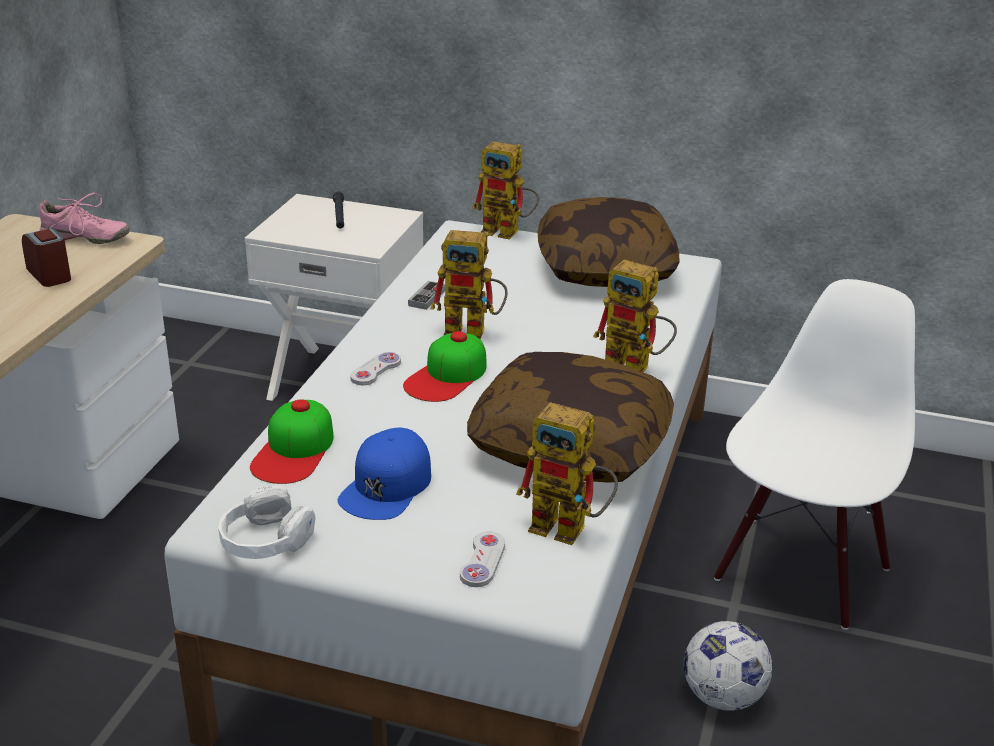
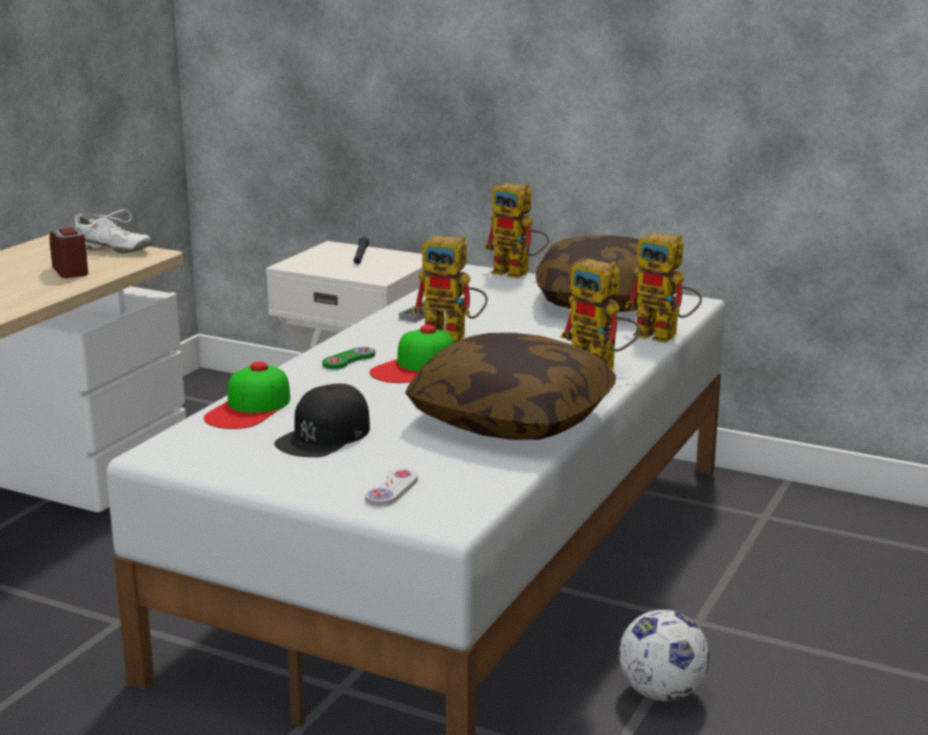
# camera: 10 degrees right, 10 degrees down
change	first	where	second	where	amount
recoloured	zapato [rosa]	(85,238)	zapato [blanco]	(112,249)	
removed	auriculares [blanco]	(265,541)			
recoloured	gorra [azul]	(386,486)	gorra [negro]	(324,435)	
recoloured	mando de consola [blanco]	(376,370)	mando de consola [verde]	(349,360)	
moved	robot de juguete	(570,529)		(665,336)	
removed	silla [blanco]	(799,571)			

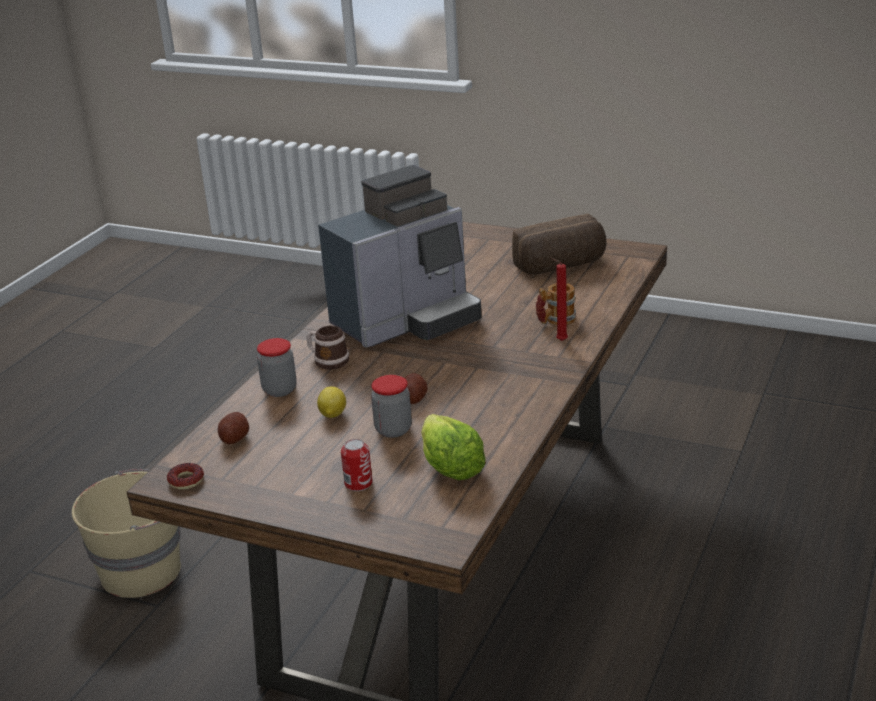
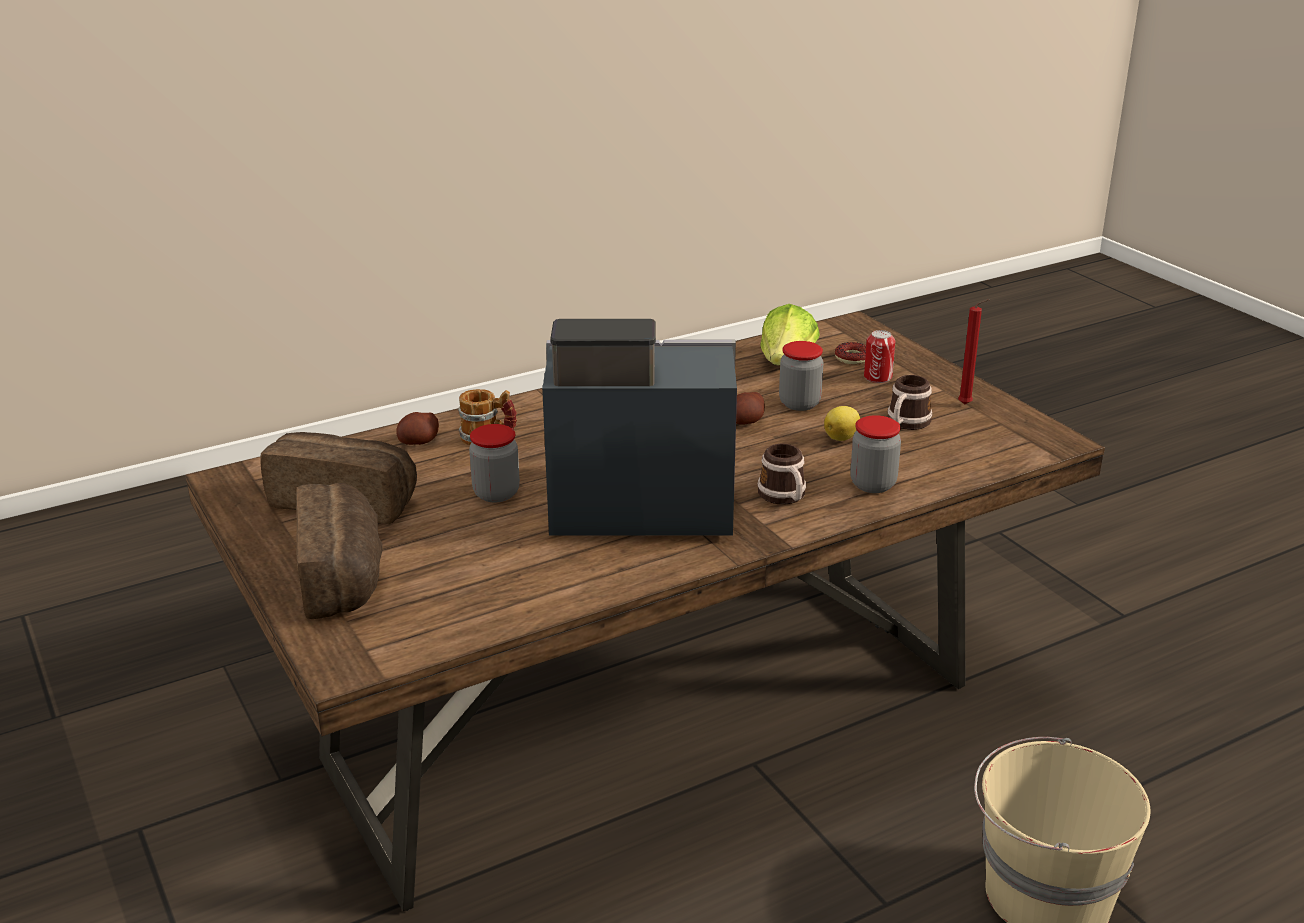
# camera: 145 degrees left, 0 degrees up
change	first	where	second	where	amount
moved	rosquilla	(186,480)		(852,358)	
moved	patata	(234,438)		(419,442)	
moved	vela [rojo]	(560,341)		(967,405)	
added			pan	(344,577)	
added			tarro	(496,493)	
added			taza grande	(906,423)	

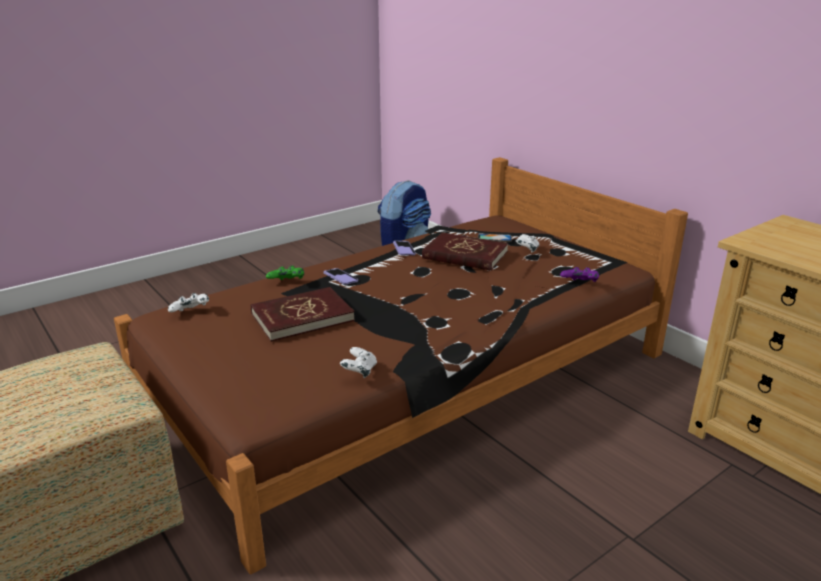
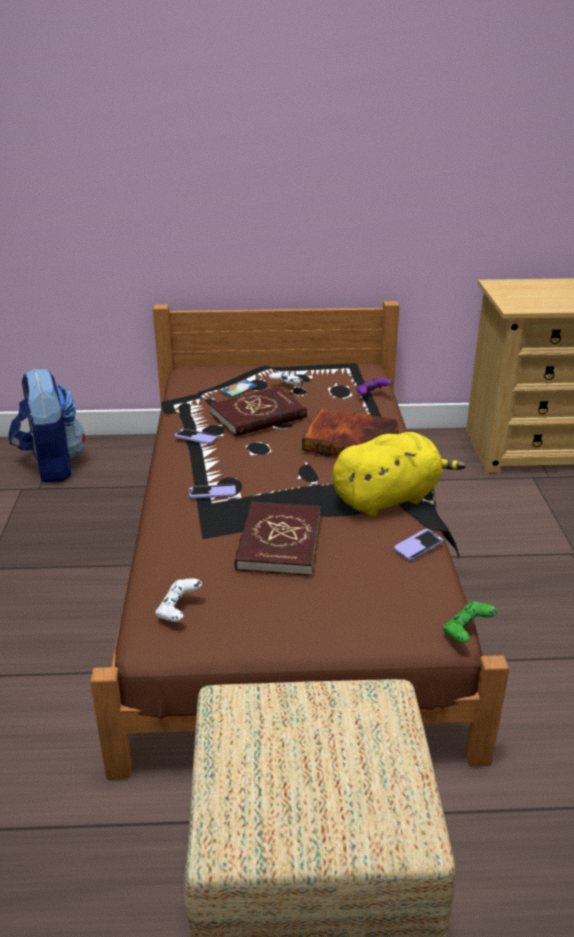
# camera: 55 degrees left, 5 degrees up
change	first	where	second	where	amount
moved	mando de consola [verde]	(287,283)		(467,633)	
replaced	mando de consola [blanco]	(359,372)	móvil	(418,546)	
added			libro	(352,440)	
added			peluche [amarillo]	(389,498)	

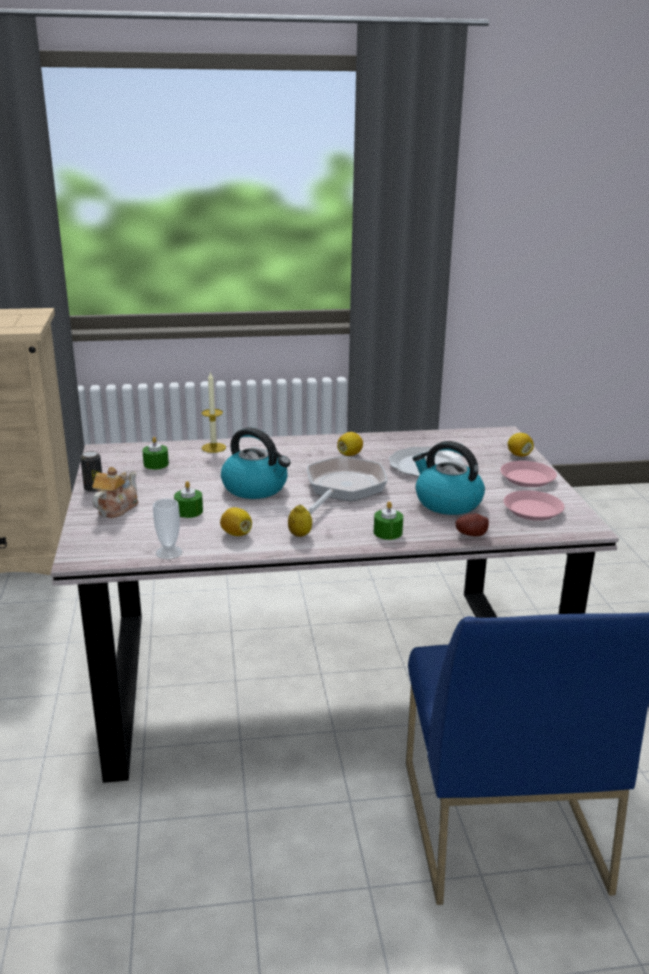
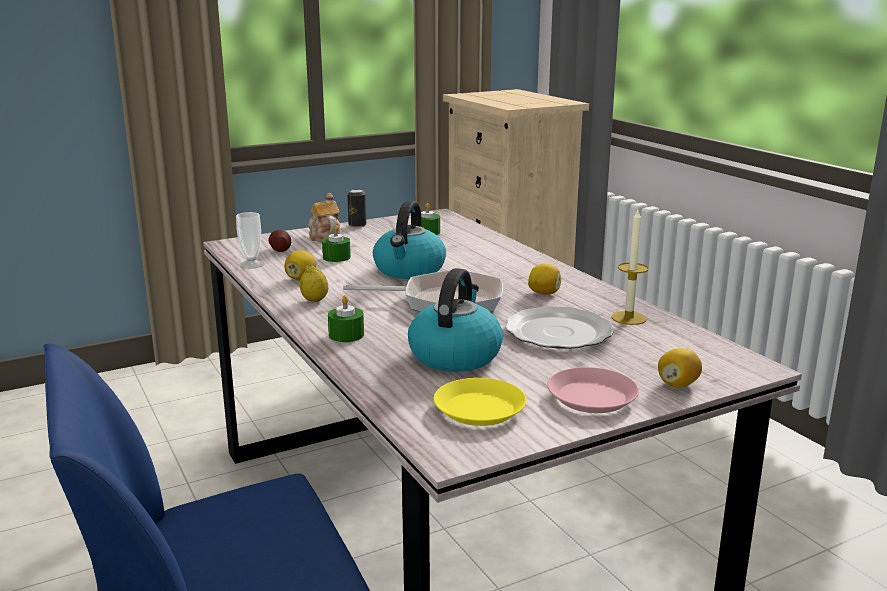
# camera: 70 degrees right, 5 degrees down
change	first	where	second	where	amount
turned	tetera	(116,508)		(324,237)	120 degrees counterclockwise
moved	vela	(213,448)		(629,318)	
moved	patata	(471,534)		(280,249)	
recoloured	plato [rosa]	(532,510)	plato [amarillo]	(480,409)	

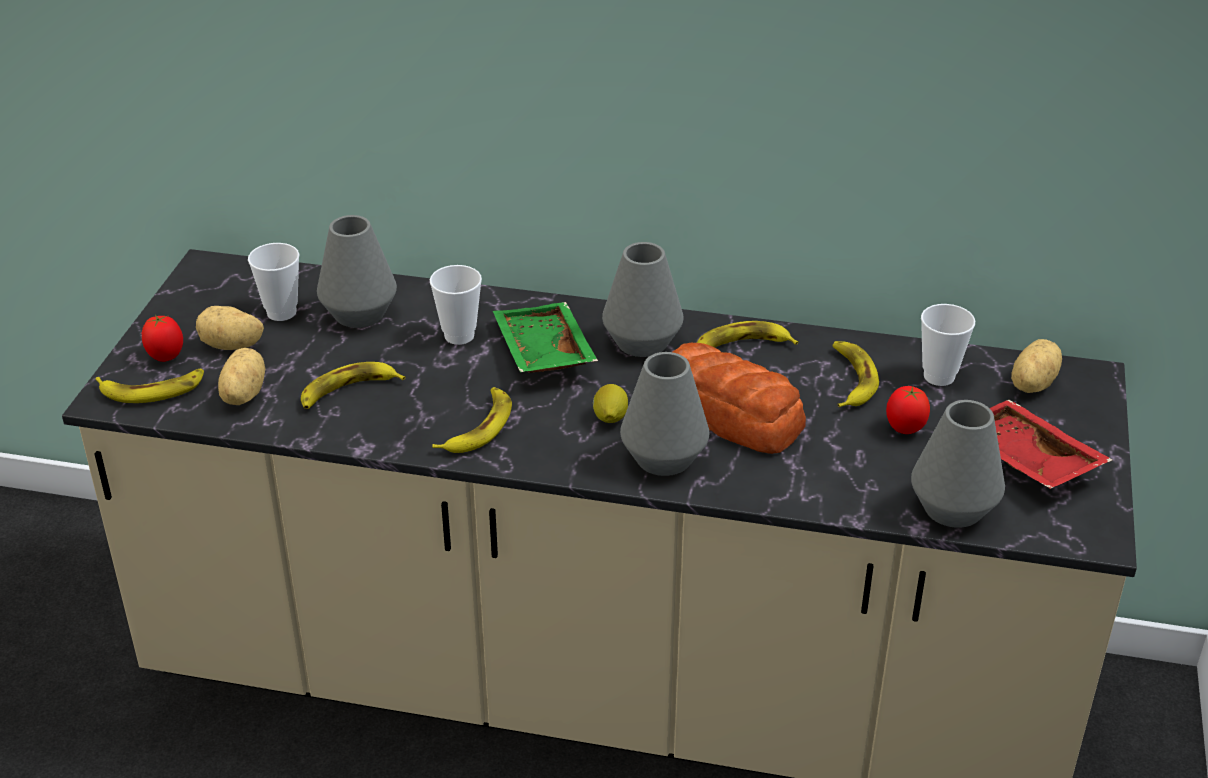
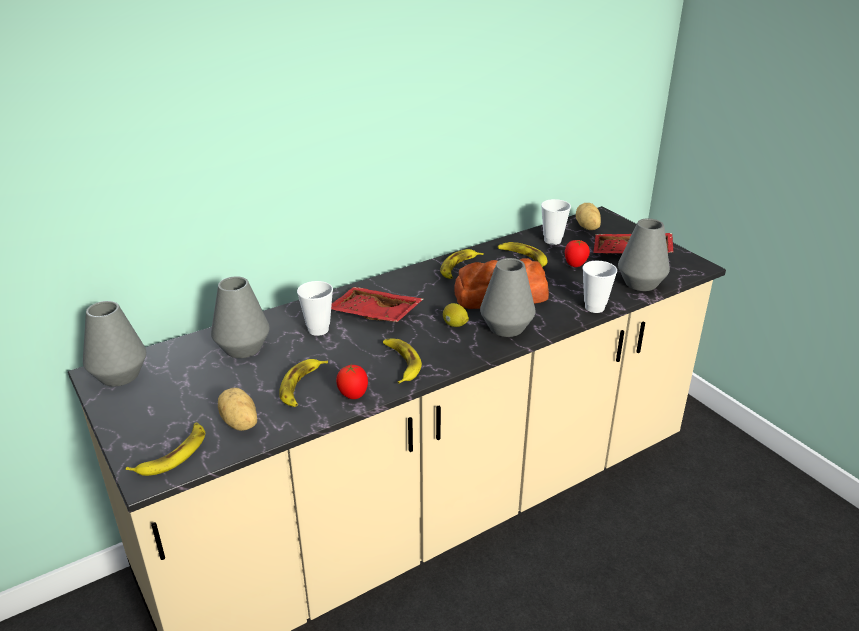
# camera: 45 degrees left, 5 degrees down
change	first	where	second	where	amount
moved	tomate	(166,357)		(353,395)	
removed	patata	(232,346)			
moved	taza	(281,312)		(594,307)	
recoloured	bandeja [verde]	(541,352)	bandeja [rojo]	(373,315)	
moved	florero [gris]	(642,342)		(119,375)	

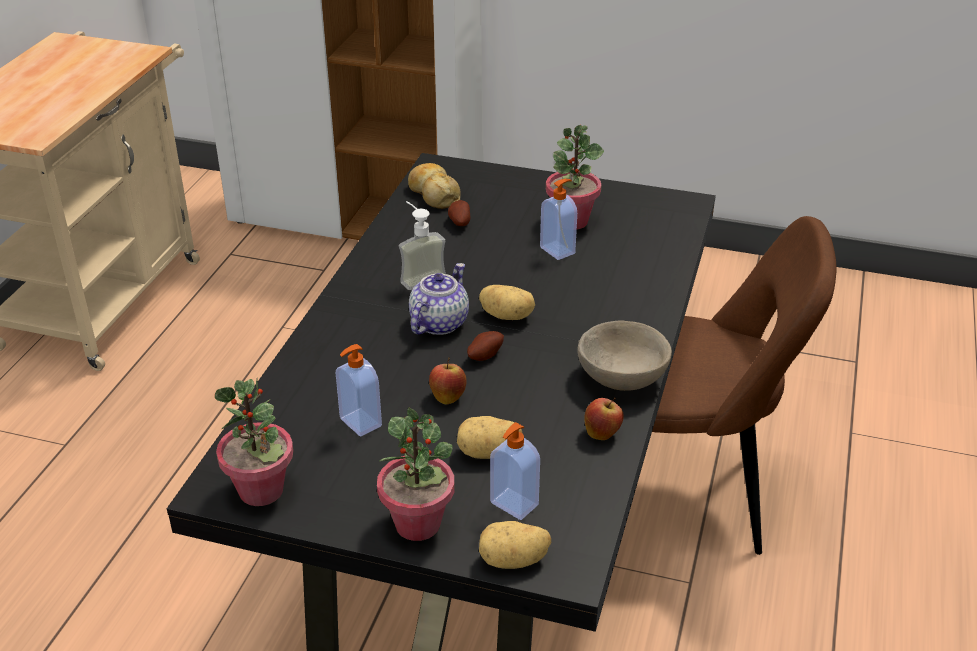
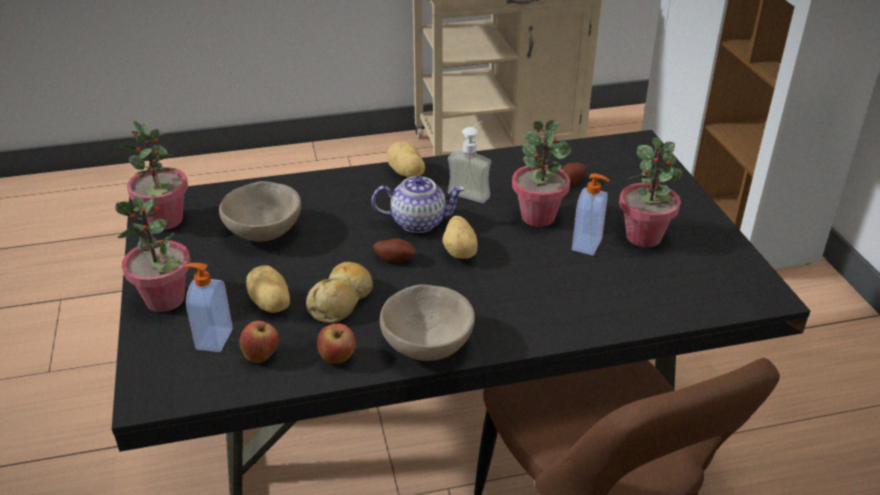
# camera: 60 degrees right, 0 degrees up
change	first	where	second	where	amount
replaced	dispensador de jabón	(359,423)	cuenco [beis]	(264,232)	
moved	pan	(434,194)		(342,300)	
moved	manzana	(448,397)		(262,356)	
moved	patata	(513,561)		(406,173)	
added			planta en maceta	(538,216)	

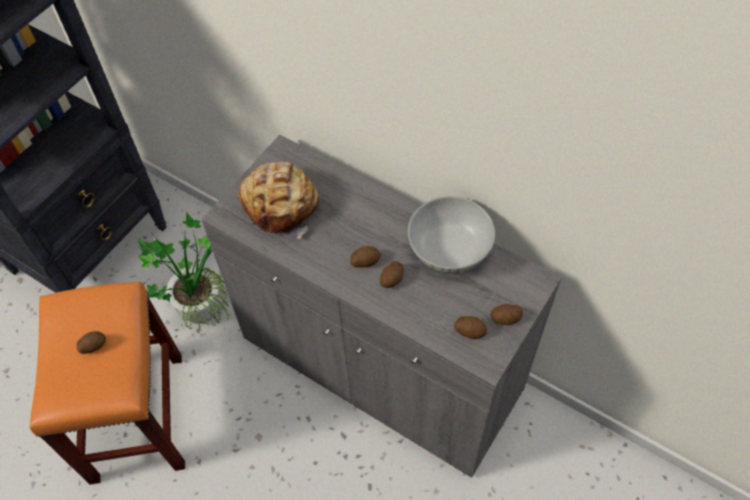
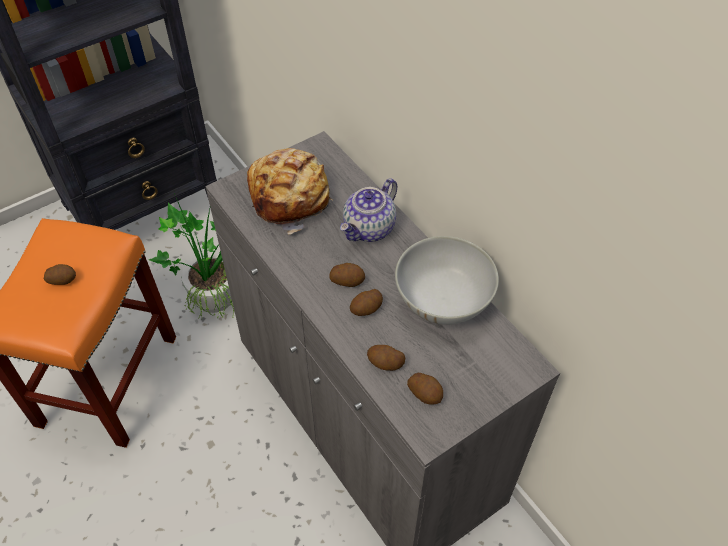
# camera: 20 degrees right, 5 degrees down
change	first	where	second	where	amount
moved	patata	(505,319)		(385,363)	
added			tetera	(369,229)	

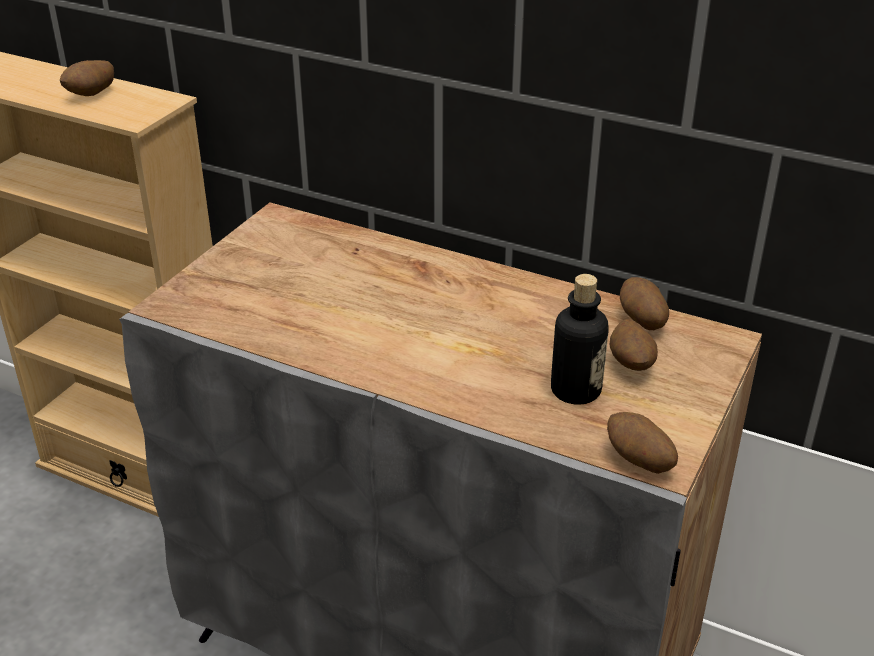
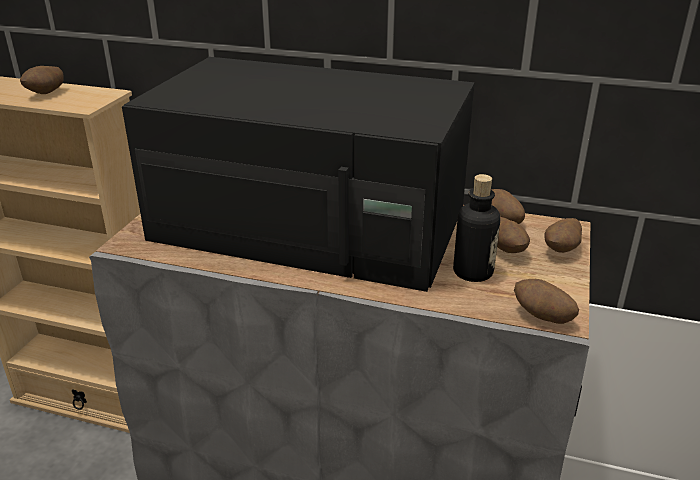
# camera: 10 degrees left, 5 degrees down
change	first	where	second	where	amount
added			microondas [negro]	(314,223)	
added			patata	(561,250)	

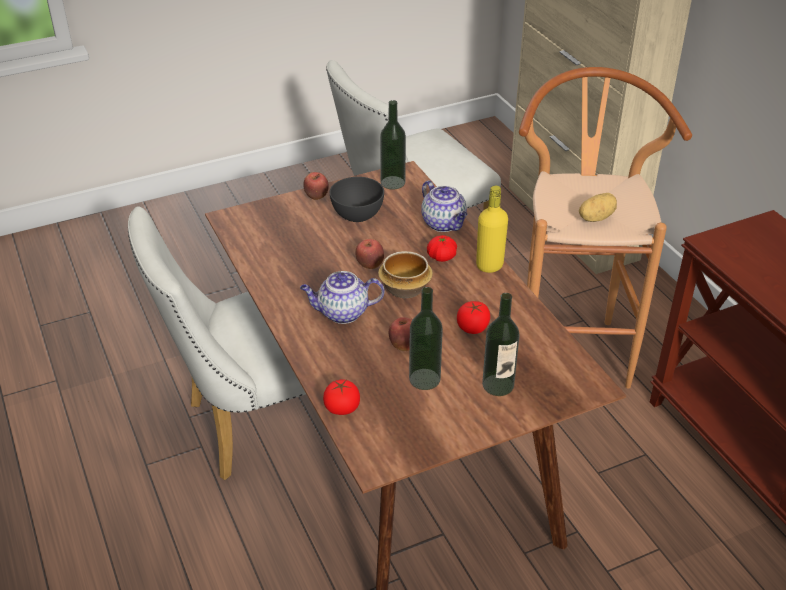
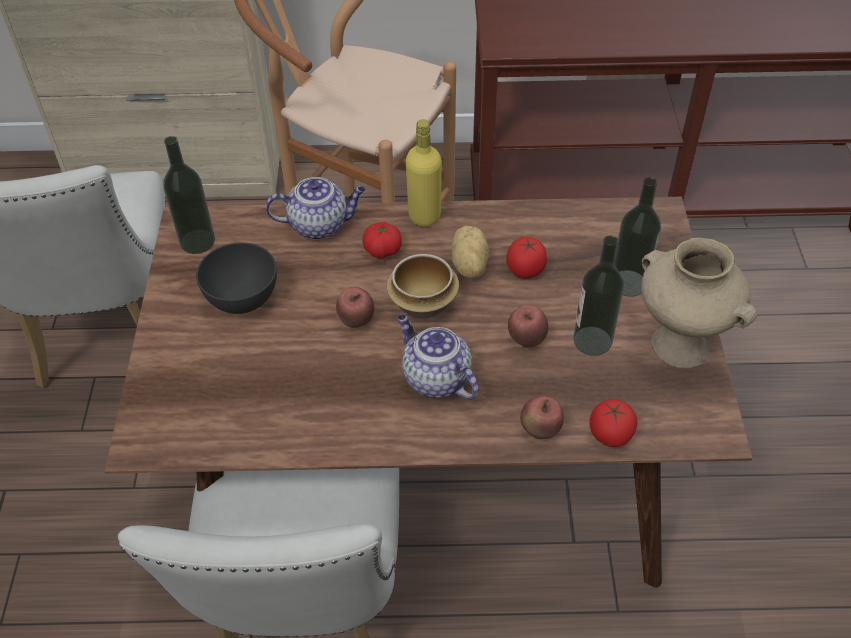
# camera: 65 degrees left, 10 degrees up
change	first	where	second	where	amount
turned	tetera	(342,313)		(435,378)	120 degrees clockwise
moved	manzana	(316,197)		(540,430)	
moved	patata	(595,218)		(468,265)	
added			florero [beis]	(677,346)	

